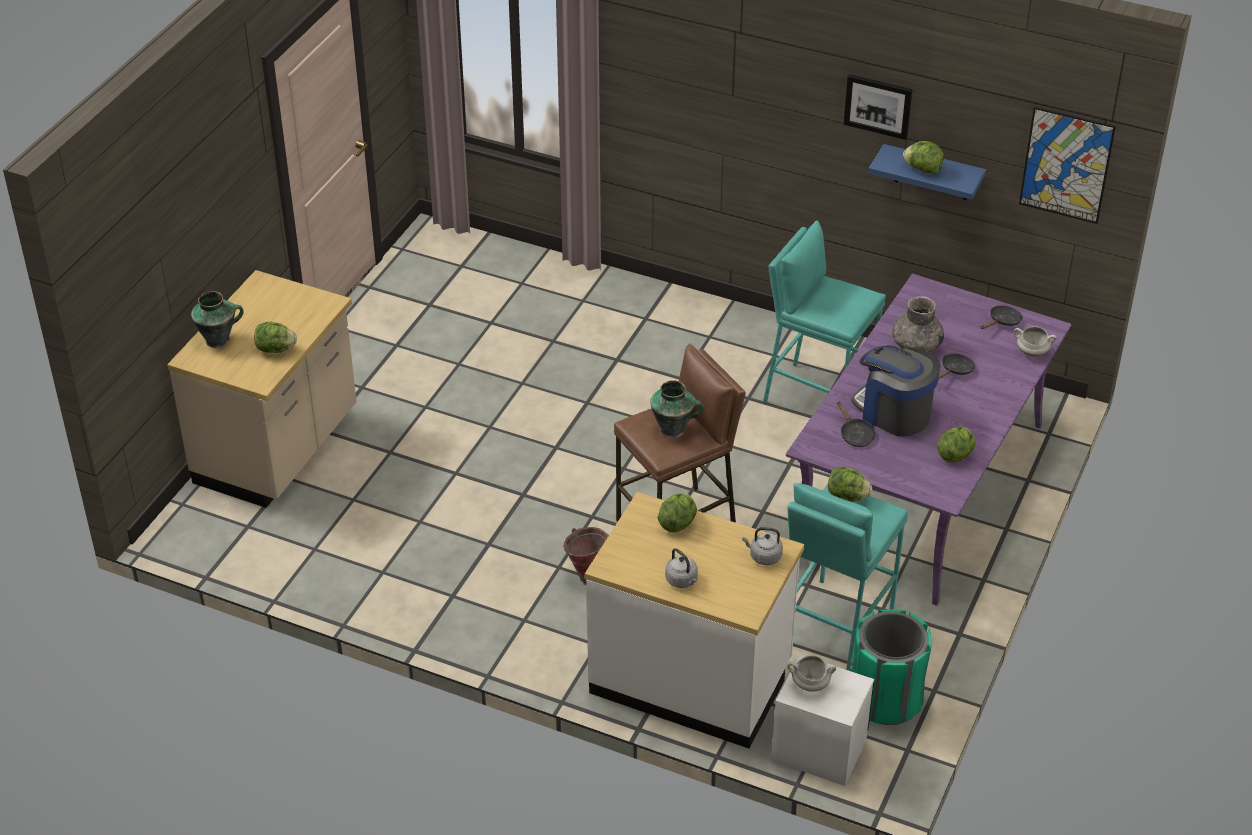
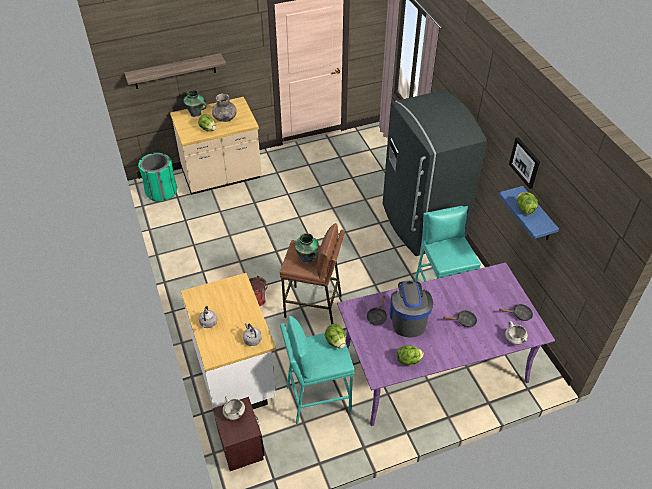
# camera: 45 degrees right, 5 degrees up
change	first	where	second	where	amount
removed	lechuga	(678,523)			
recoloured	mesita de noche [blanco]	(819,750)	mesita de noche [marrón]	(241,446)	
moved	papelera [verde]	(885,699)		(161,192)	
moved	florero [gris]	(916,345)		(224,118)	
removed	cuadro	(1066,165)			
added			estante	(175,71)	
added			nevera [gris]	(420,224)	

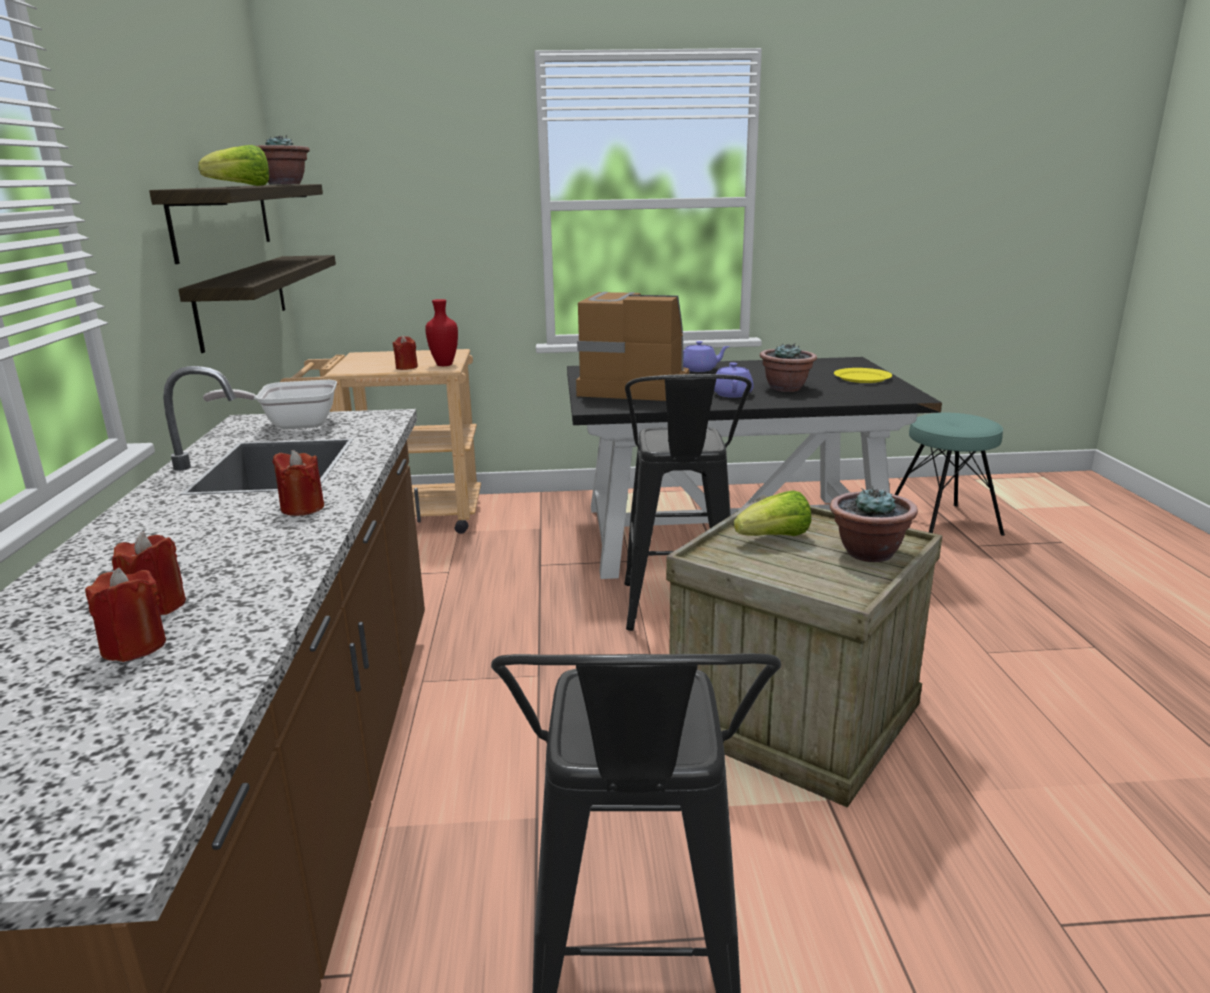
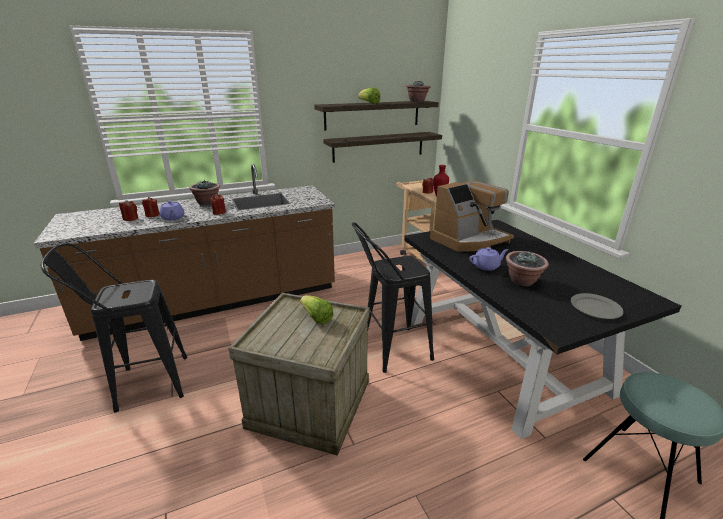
# camera: 70 degrees right, 5 degrees up
change	first	where	second	where	amount
removed	sartén	(292,425)			
turned	cafetera	(633,387)		(469,240)	60 degrees clockwise
moved	tetera [morado]	(700,369)		(173,218)	
moved	planta en maceta	(868,553)		(207,203)	
recoloured	plato [amarillo]	(861,378)	plato [gris]	(595,308)	

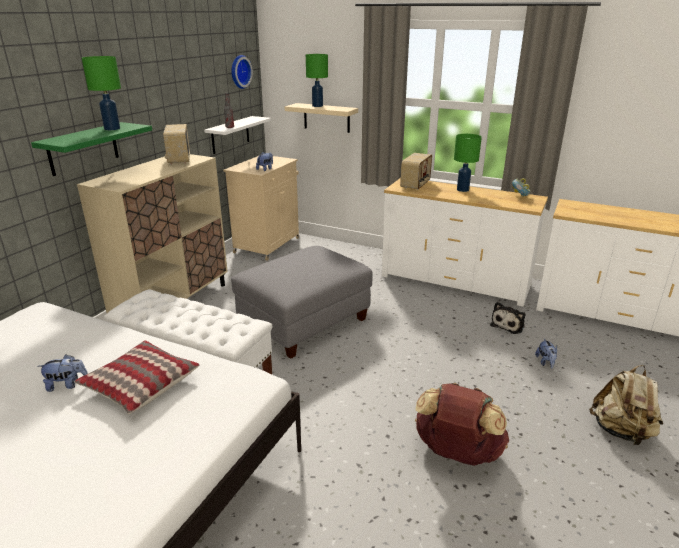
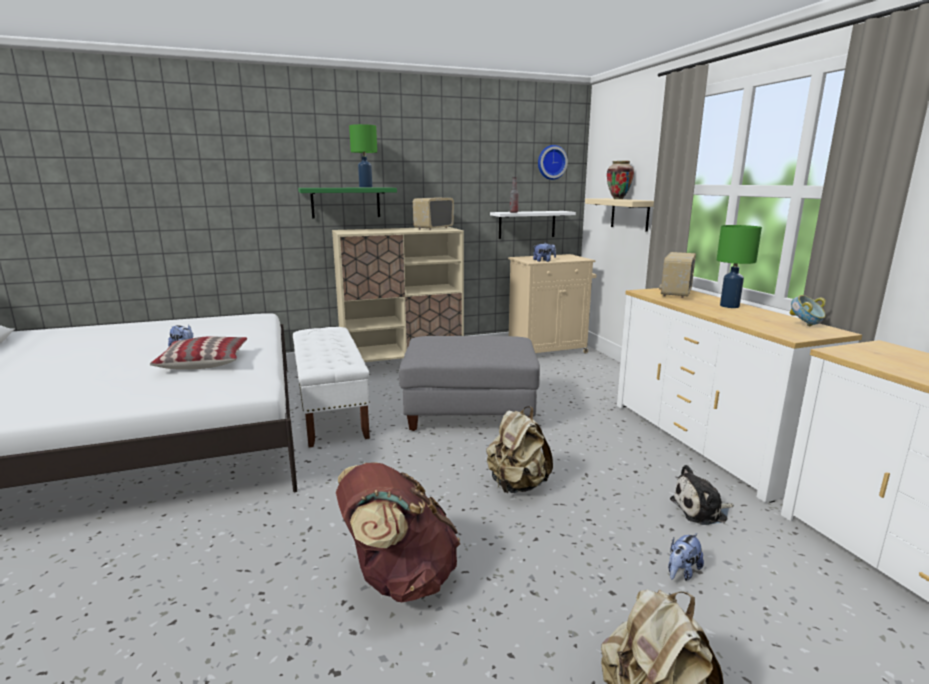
# camera: 45 degrees right, 10 degrees down
change	first	where	second	where	amount
replaced	lámpara de mesa [verde]	(317,106)	florero	(618,199)	
turned	radio	(416,185)		(675,293)	135 degrees clockwise
added			mochila [beis]	(517,485)	

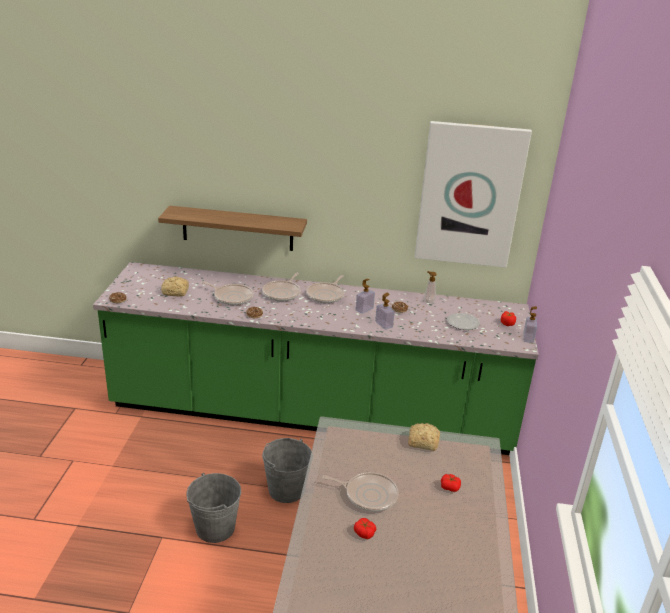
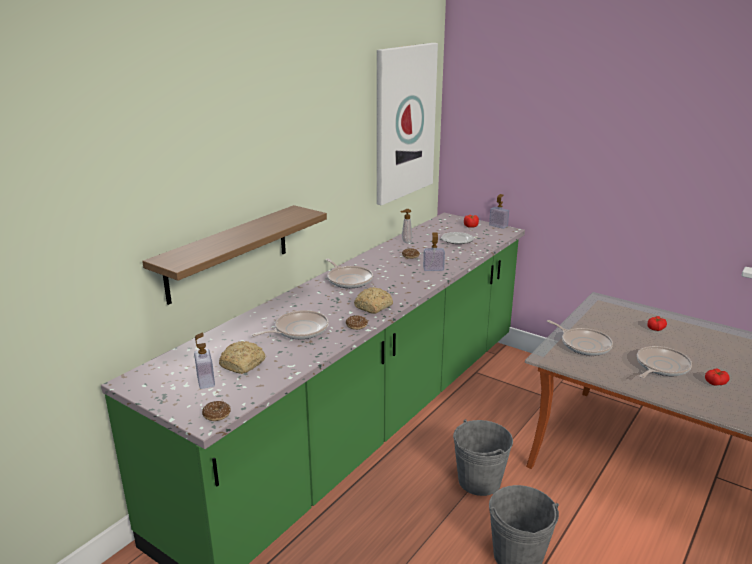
# camera: 60 degrees left, 5 degrees down
change	first	where	second	where	amount
moved	sartén	(282,293)		(583,344)	
moved	dispensador de jabón	(364,309)		(206,381)	
moved	pan	(422,441)		(372,307)	

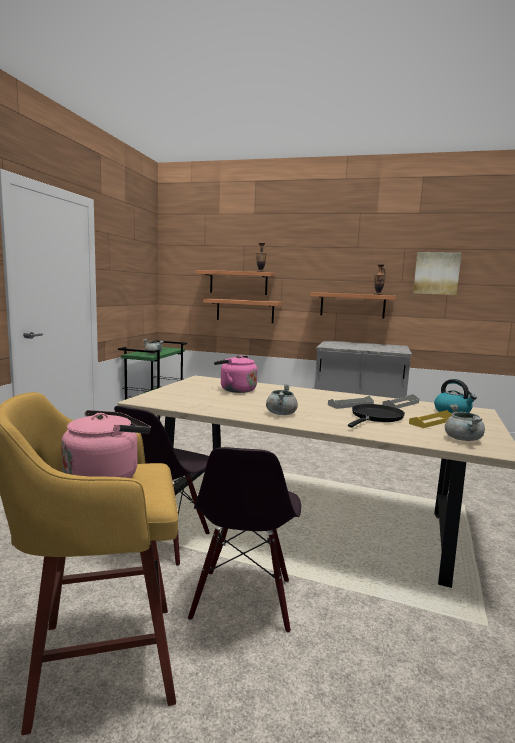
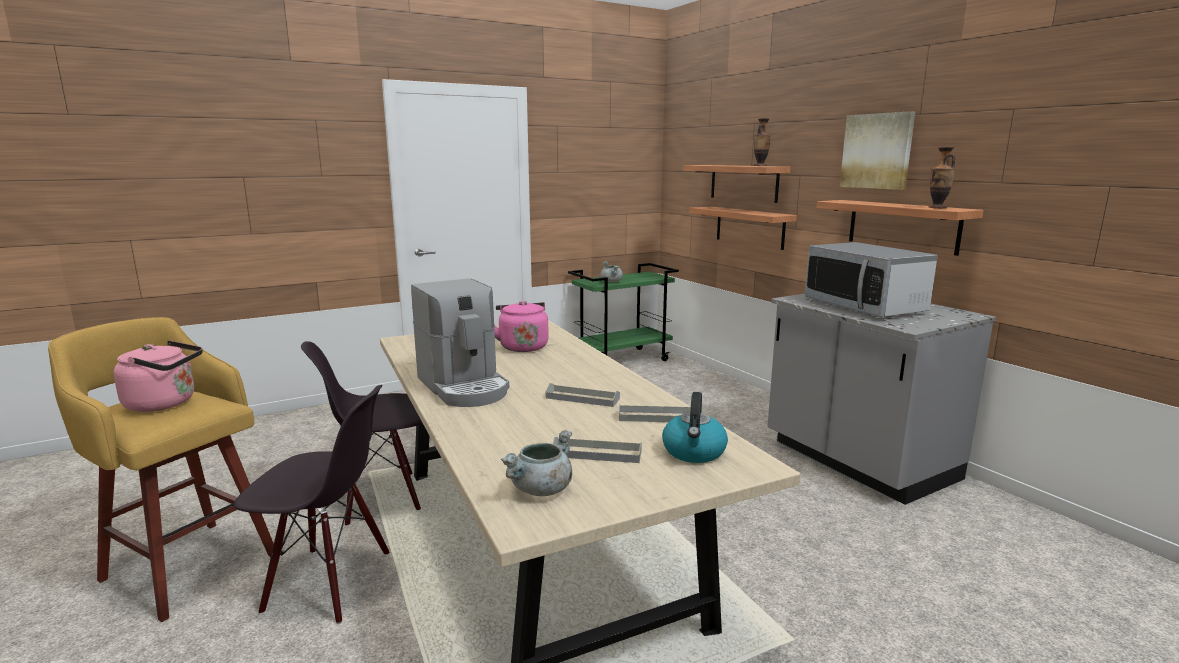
# camera: 45 degrees right, 5 degrees up
change	first	where	second	where	amount
turned	silla [negro]	(243,600)		(328,583)	135 degrees counterclockwise
replaced	olla [gris]	(281,413)	cafetera	(464,387)	
removed	sartén [negro]	(375,417)			
recoloured	bandeja [amarillo]	(431,422)	bandeja [gris]	(597,453)	
moved	cuadro	(436,273)		(877,151)	
added			microondas	(864,307)	

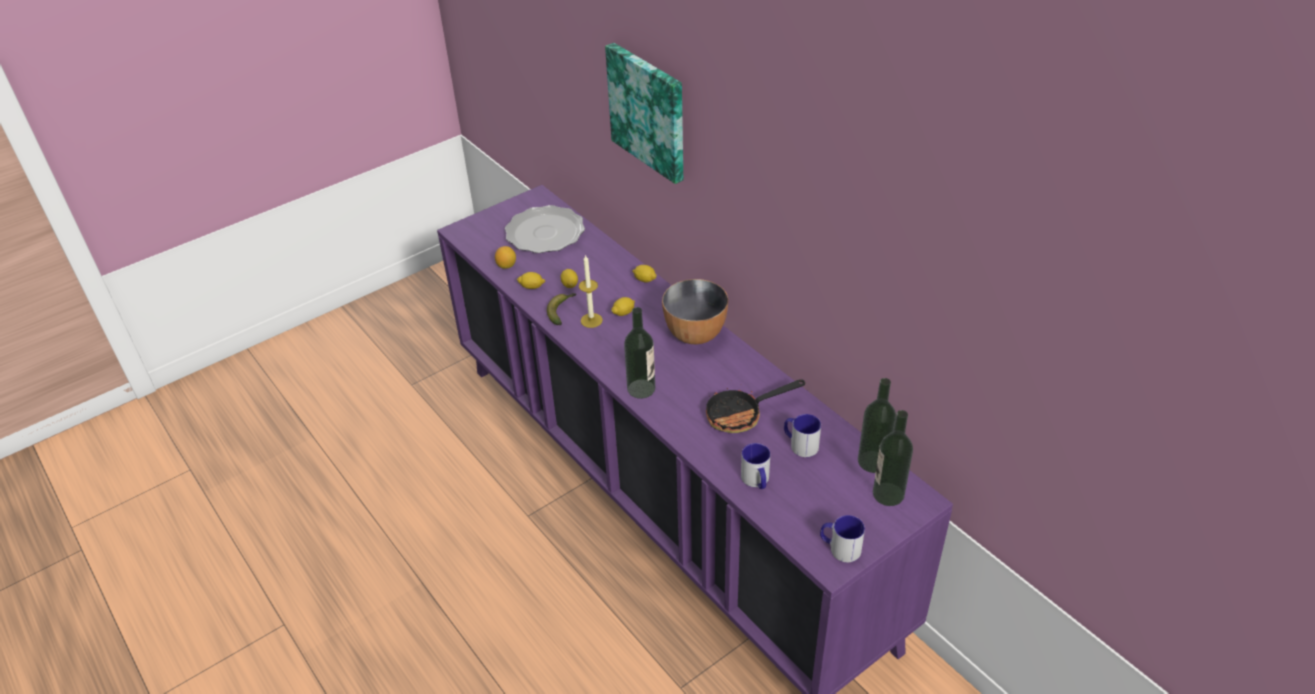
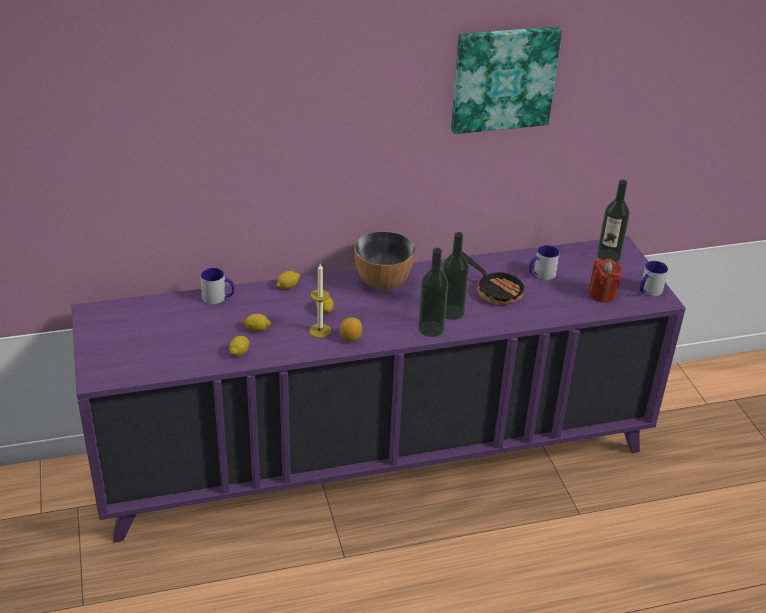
# camera: 70 degrees left, 5 degrees down
change	first	where	second	where	amount
moved	limón	(506,266)		(350,338)	
removed	plato	(545,232)			
removed	plátano	(561,311)			
moved	cuadro	(649,111)		(503,78)	
turned	sartén	(742,415)		(494,289)	45 degrees counterclockwise
moved	taza grande	(756,481)		(218,298)	
moved	botella	(872,461)		(451,312)	
added			vela [rojo]	(602,294)	

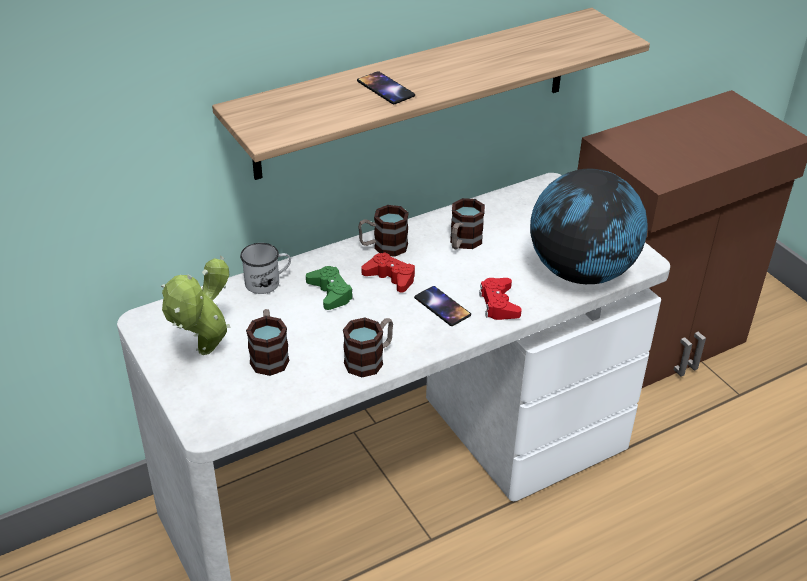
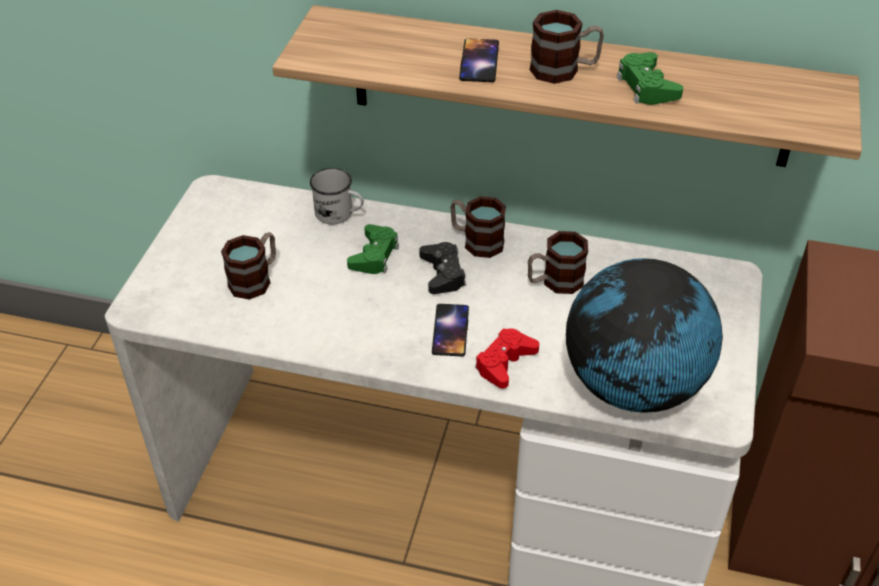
# camera: 45 degrees right, 5 degrees up
change	first	where	second	where	amount
removed	planta en maceta	(204,354)			
moved	taza grande	(370,359)		(564,70)	
recoloured	mando de consola [rojo]	(390,277)	mando de consola [negro]	(443,273)	
added			mando de consola [verde]	(646,86)	

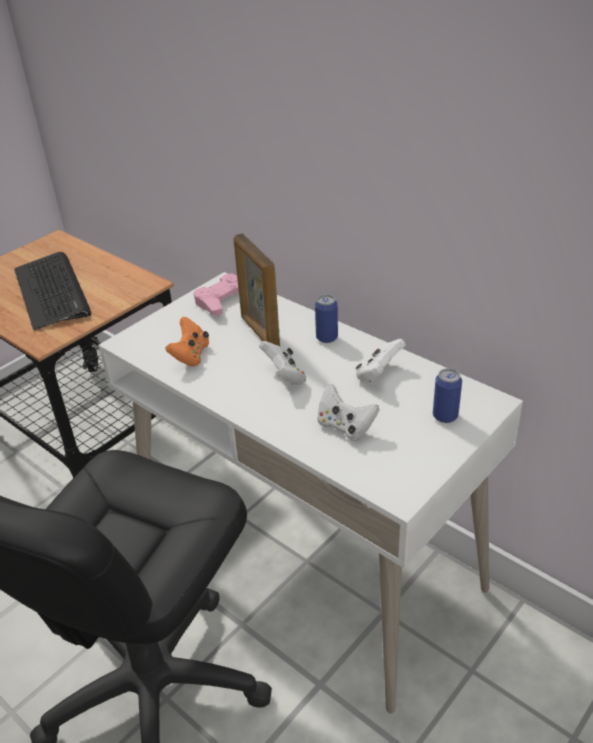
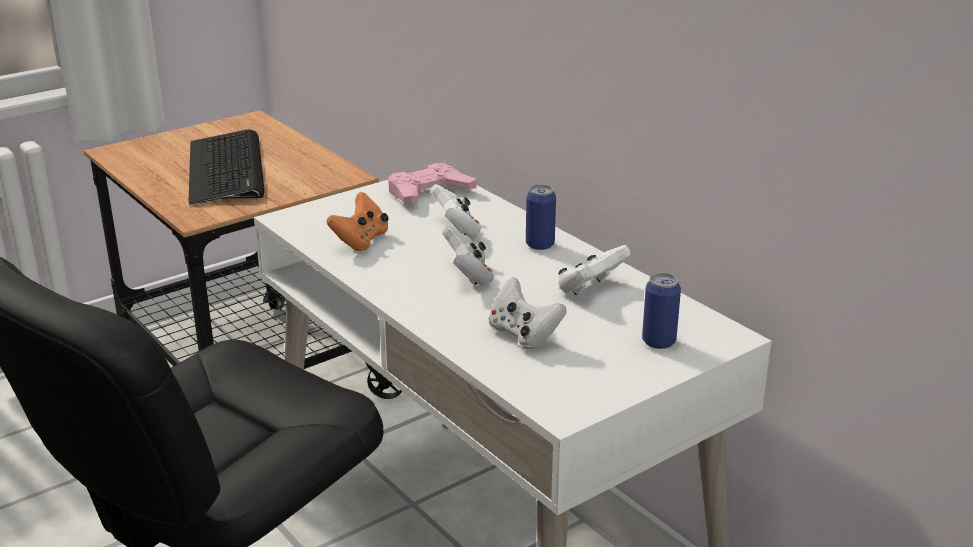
# camera: 10 degrees right, 10 degrees down
change	first	where	second	where	amount
replaced	portarretratos	(259,332)	mando de consola [blanco]	(456,229)	

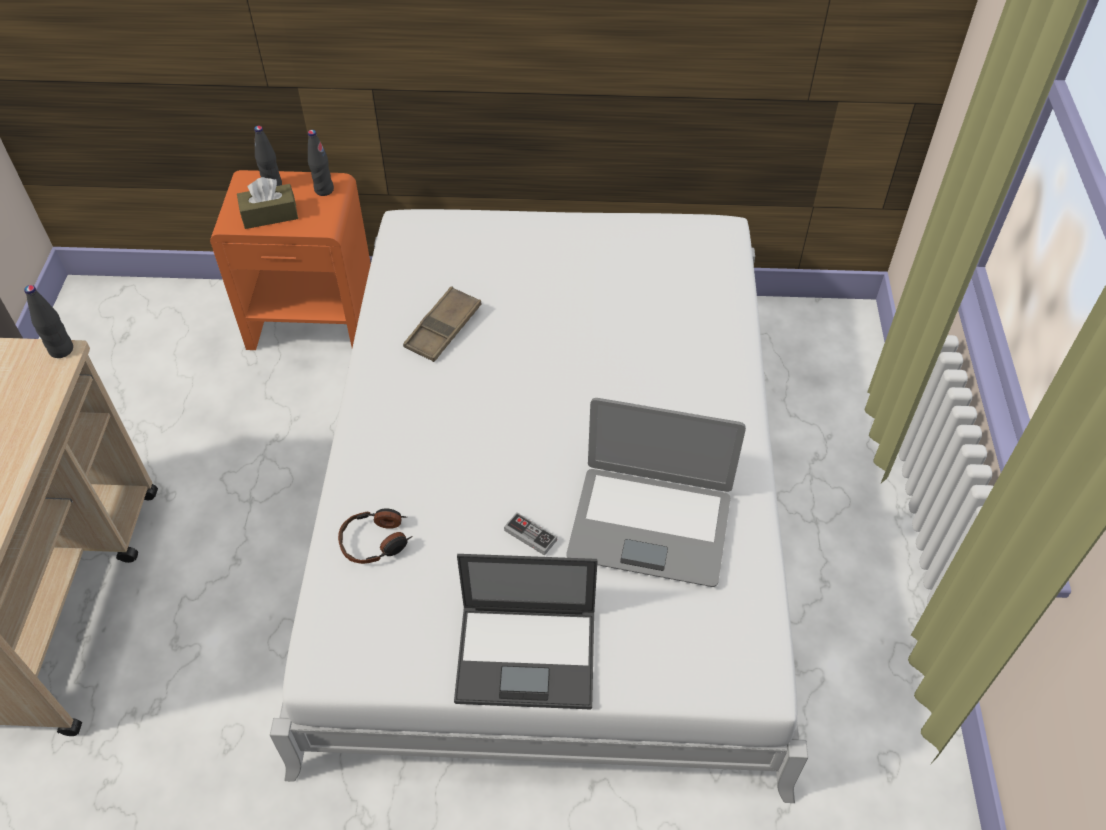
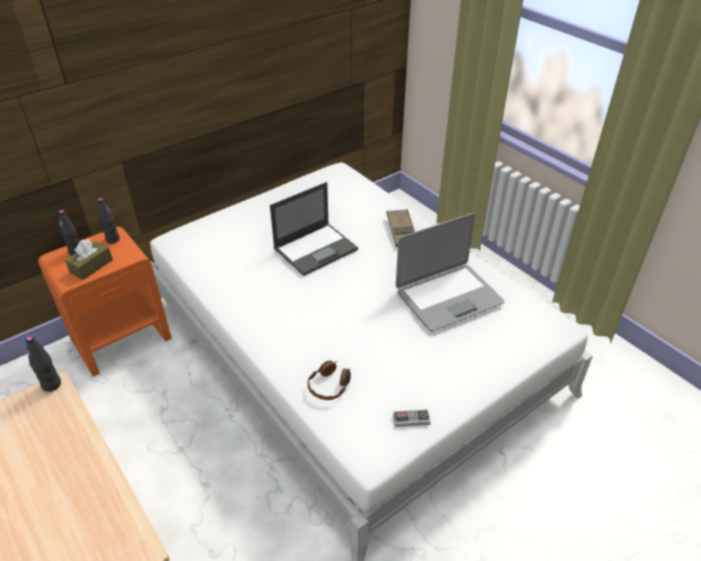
# camera: 40 degrees left, 10 degrees down
change	first	where	second	where	amount
moved	bandeja [marrón]	(443,329)		(401,231)	
moved	portátil	(528,655)		(316,248)	
moved	mando de consola	(530,535)		(411,419)	

